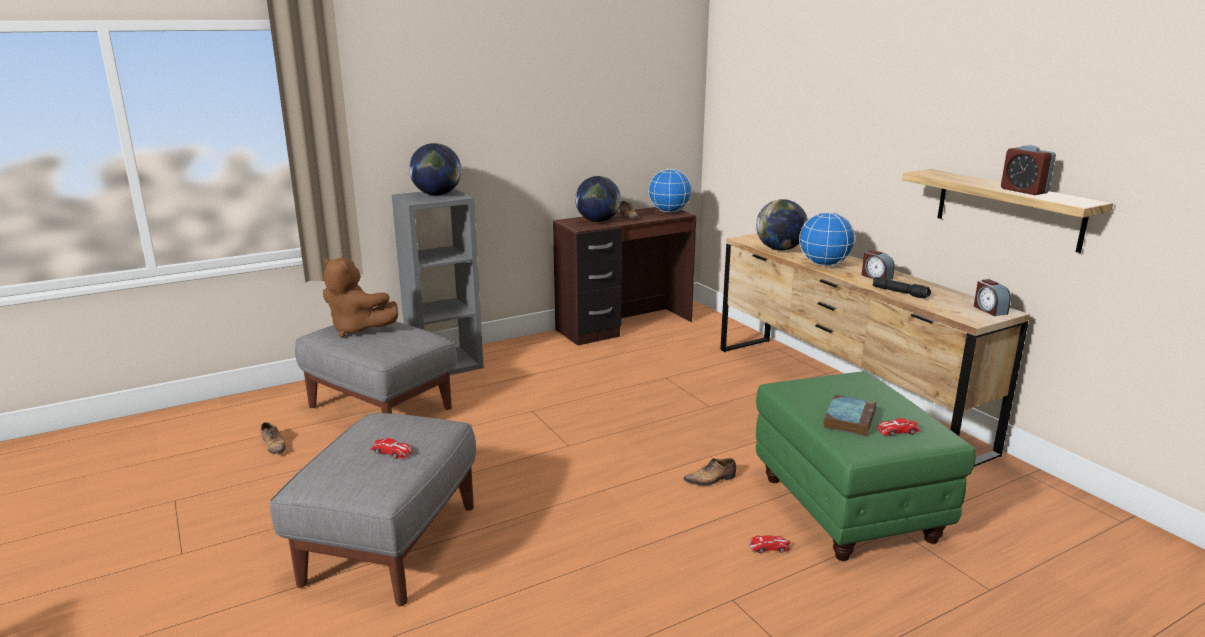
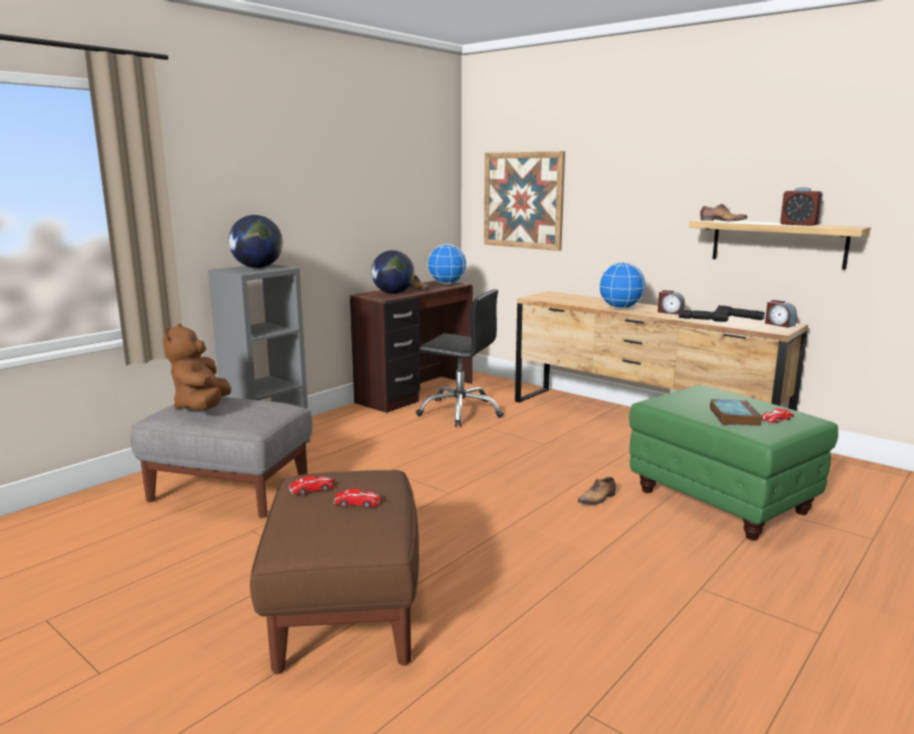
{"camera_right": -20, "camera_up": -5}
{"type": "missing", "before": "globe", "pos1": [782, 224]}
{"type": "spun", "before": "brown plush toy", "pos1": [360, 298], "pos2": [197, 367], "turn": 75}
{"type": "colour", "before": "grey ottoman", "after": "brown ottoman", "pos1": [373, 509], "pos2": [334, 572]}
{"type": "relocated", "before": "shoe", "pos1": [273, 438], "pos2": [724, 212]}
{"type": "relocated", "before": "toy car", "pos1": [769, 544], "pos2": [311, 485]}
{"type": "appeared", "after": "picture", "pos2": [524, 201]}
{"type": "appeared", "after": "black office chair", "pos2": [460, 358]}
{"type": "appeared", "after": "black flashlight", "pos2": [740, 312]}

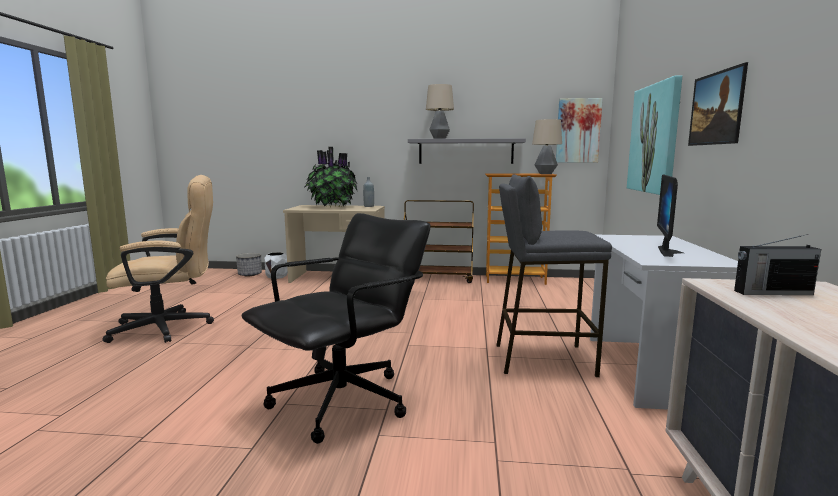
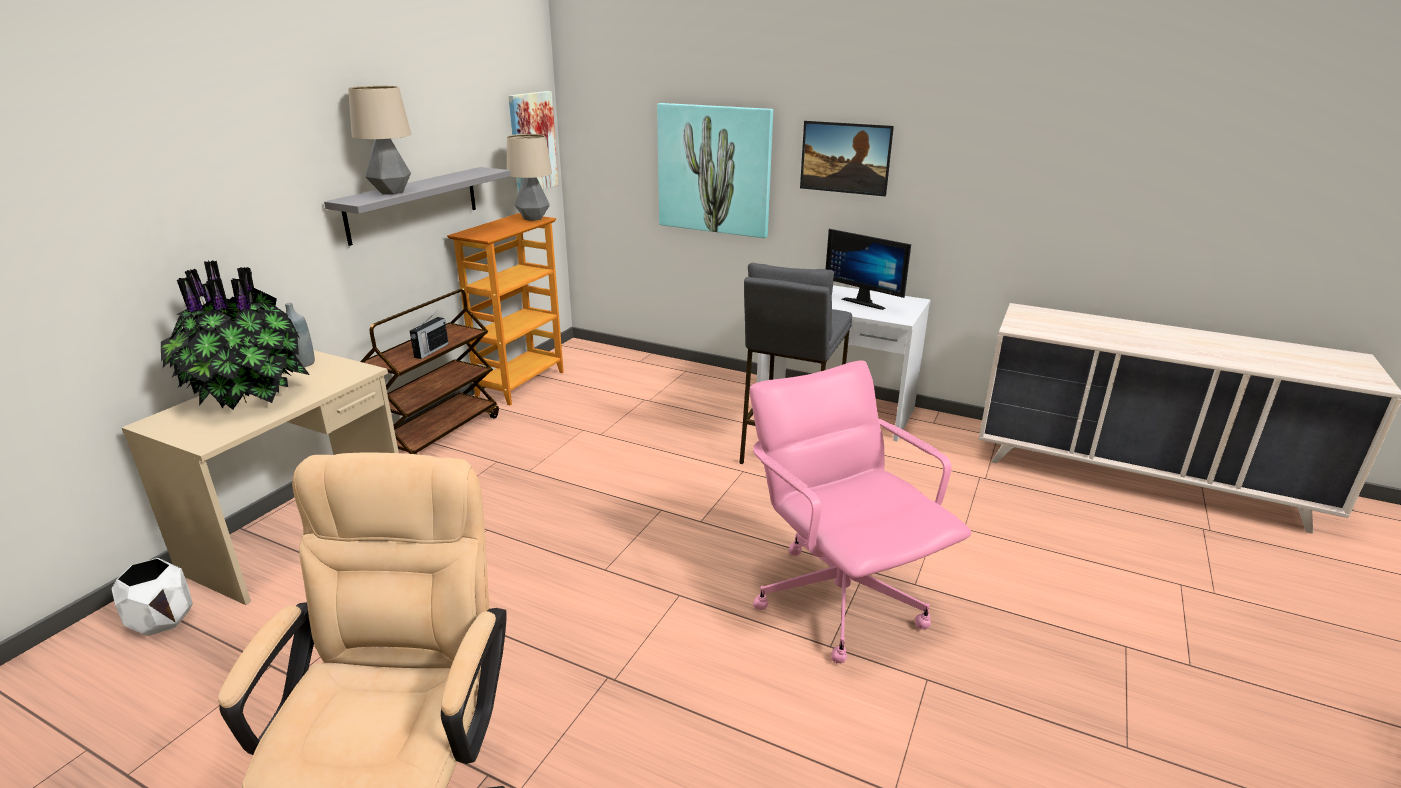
{"camera_right": -70, "camera_up": 15}
{"type": "colour", "before": "black office chair", "after": "pink office chair", "pos1": [336, 328], "pos2": [861, 511]}
{"type": "relocated", "before": "radio", "pos1": [777, 264], "pos2": [429, 336]}
{"type": "missing", "before": "planter", "pos1": [249, 264]}

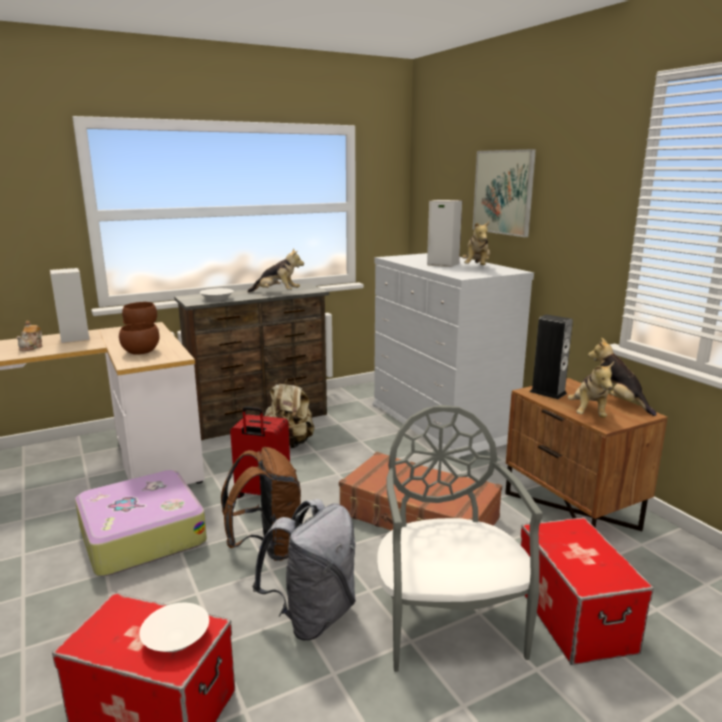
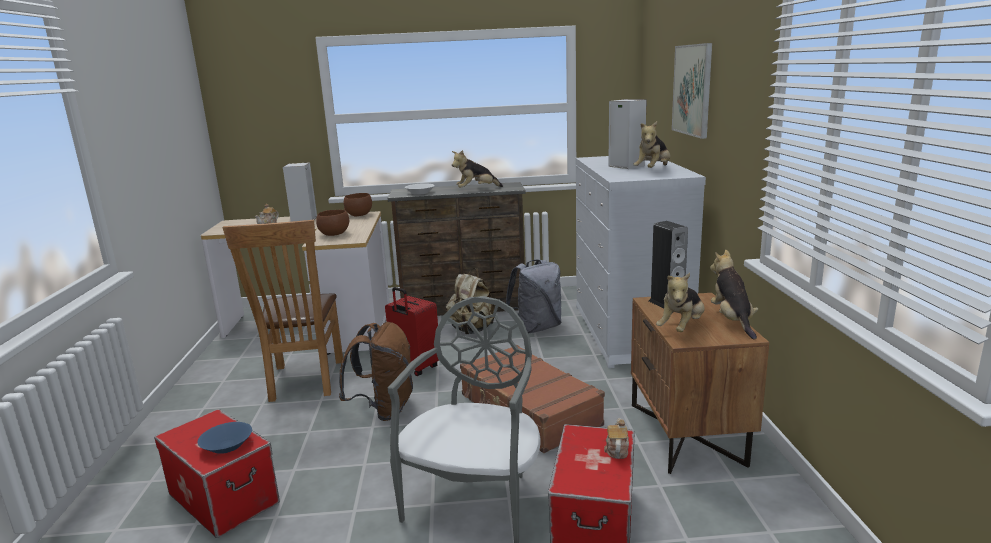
{"camera_right": 25, "camera_up": 0}
{"type": "spun", "before": "plush toy", "pos1": [275, 270], "pos2": [477, 169], "turn": 120}
{"type": "exchanged", "before": "suitcase", "after": "brown chair", "pos1": [141, 523], "pos2": [282, 311]}
{"type": "relocated", "before": "grey backpack", "pos1": [304, 569], "pos2": [534, 296]}
{"type": "colour", "before": "white bowl", "after": "blue bowl", "pos1": [174, 627], "pos2": [225, 438]}
{"type": "appeared", "after": "teapot", "pos2": [616, 438]}

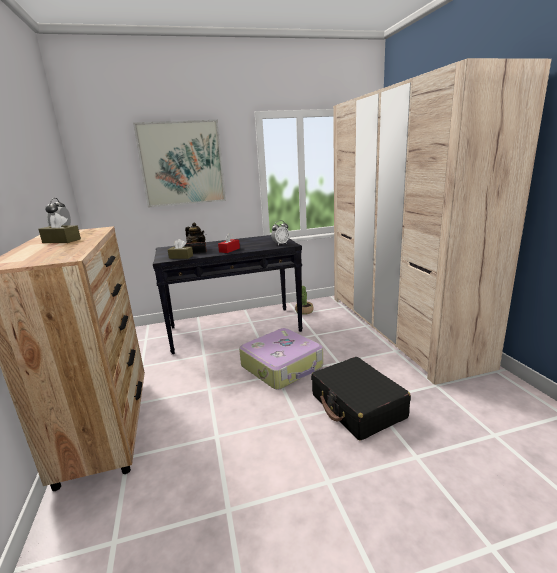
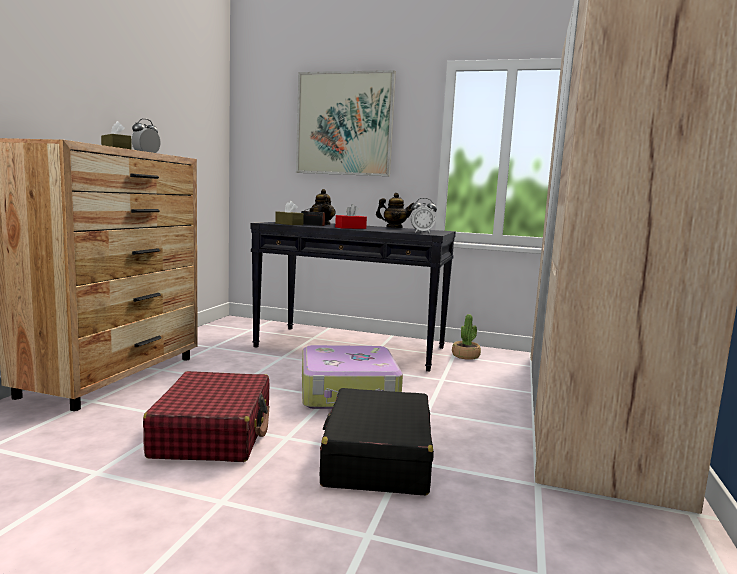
{"camera_right": 30, "camera_up": -10}
{"type": "appeared", "after": "teapot", "pos2": [394, 210]}
{"type": "appeared", "after": "red suitcase", "pos2": [206, 416]}

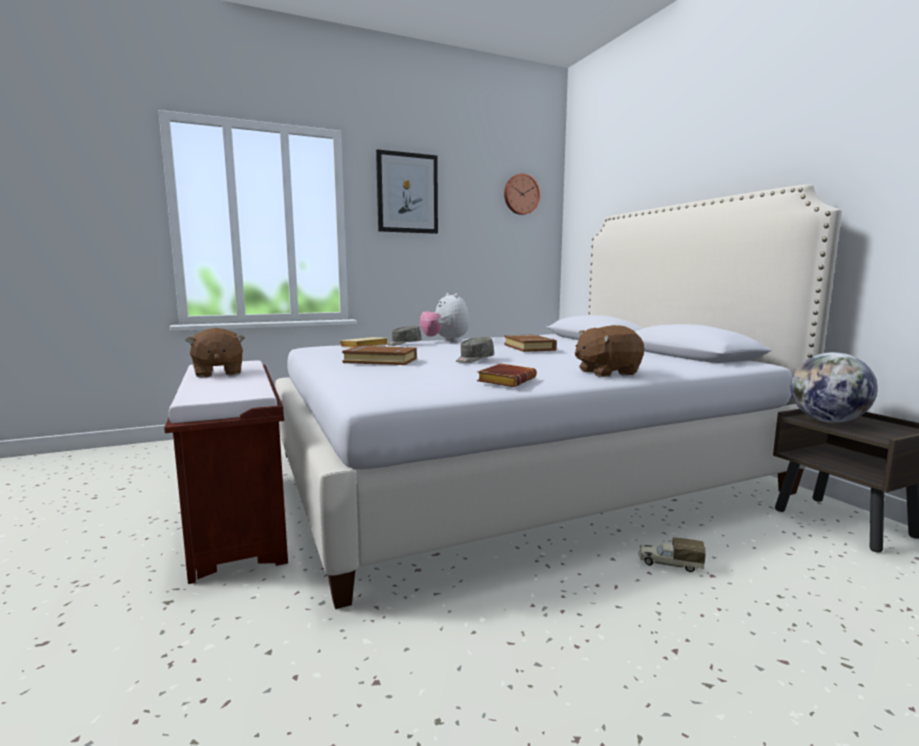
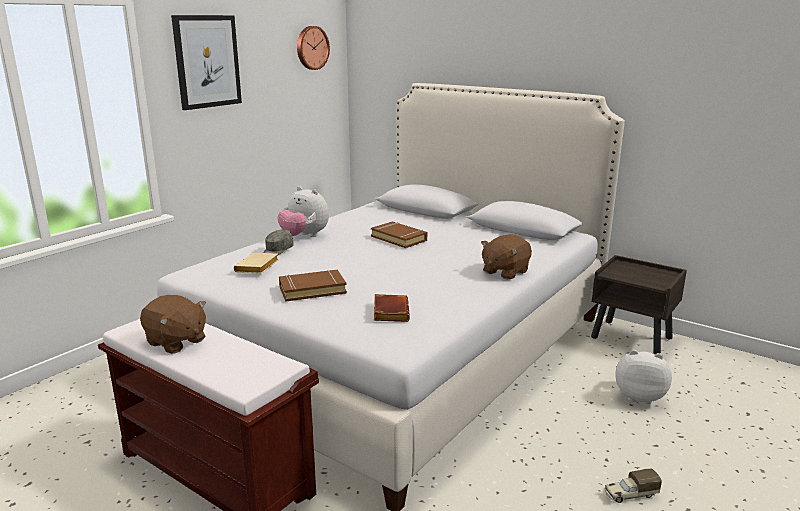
{"camera_right": -30, "camera_up": 10}
{"type": "missing", "before": "grey cap", "pos1": [475, 350]}
{"type": "missing", "before": "globe", "pos1": [834, 387]}
{"type": "relocated", "before": "brown book", "pos1": [507, 375], "pos2": [392, 308]}
{"type": "relocated", "before": "toy truck", "pos1": [672, 554], "pos2": [633, 486]}
{"type": "appeared", "after": "plush toy", "pos2": [643, 377]}

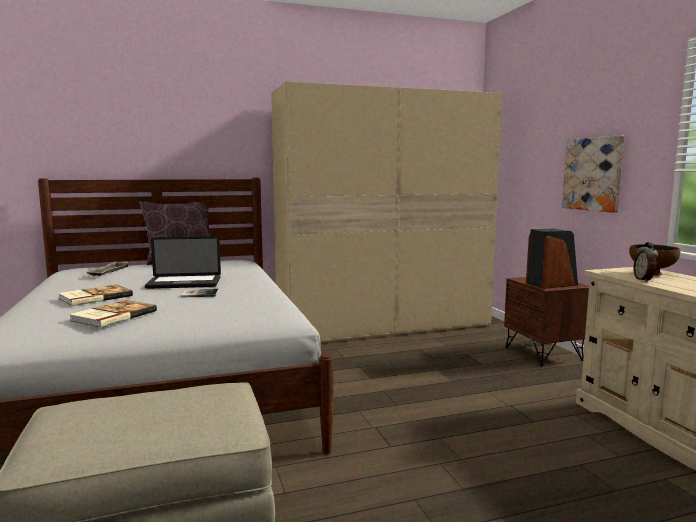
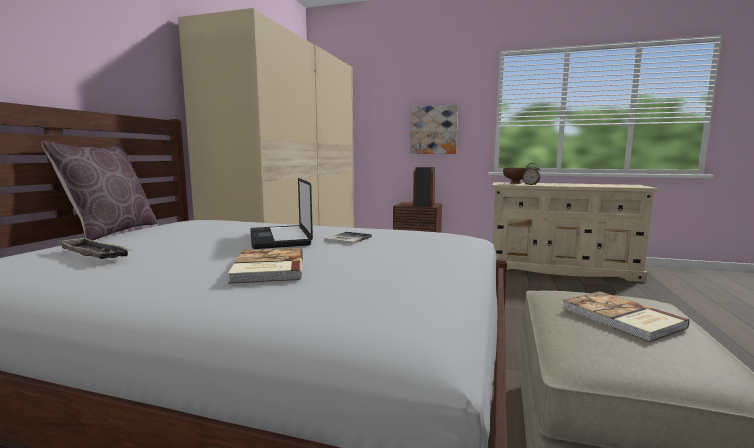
{"camera_right": -55, "camera_up": 0}
{"type": "spun", "before": "laptop", "pos1": [183, 262], "pos2": [281, 213], "turn": 135}
{"type": "relocated", "before": "book", "pos1": [113, 314], "pos2": [626, 316]}

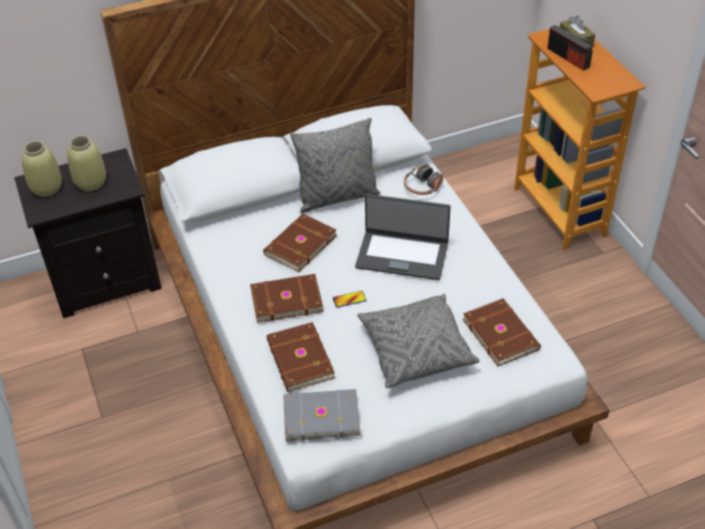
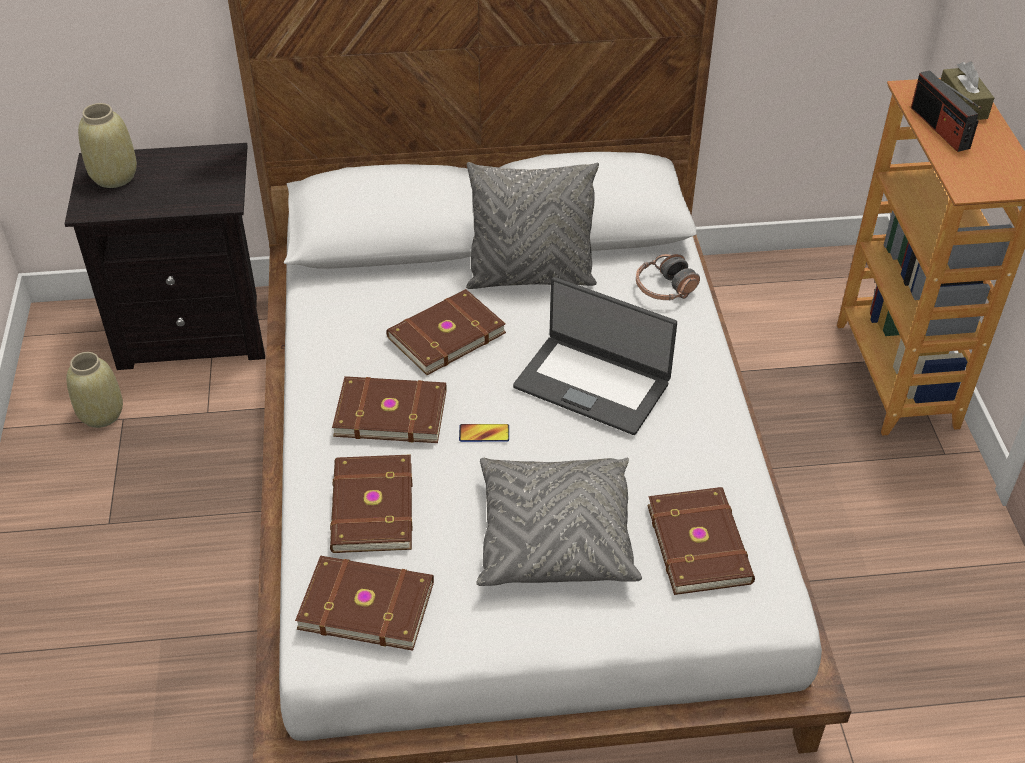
{"camera_right": 15, "camera_up": 0}
{"type": "relocated", "before": "beige vase", "pos1": [86, 163], "pos2": [94, 390]}
{"type": "colour", "before": "grey book", "after": "brown book", "pos1": [321, 415], "pos2": [364, 603]}

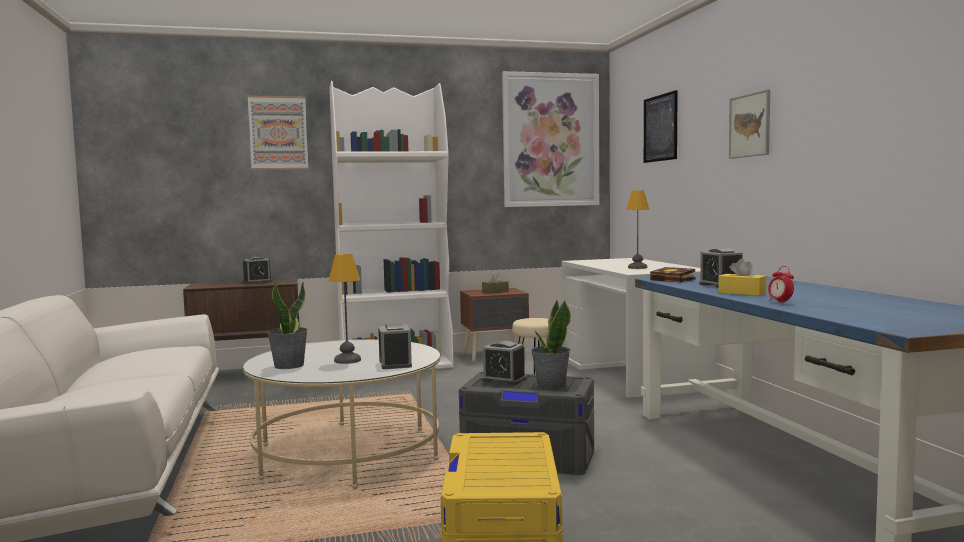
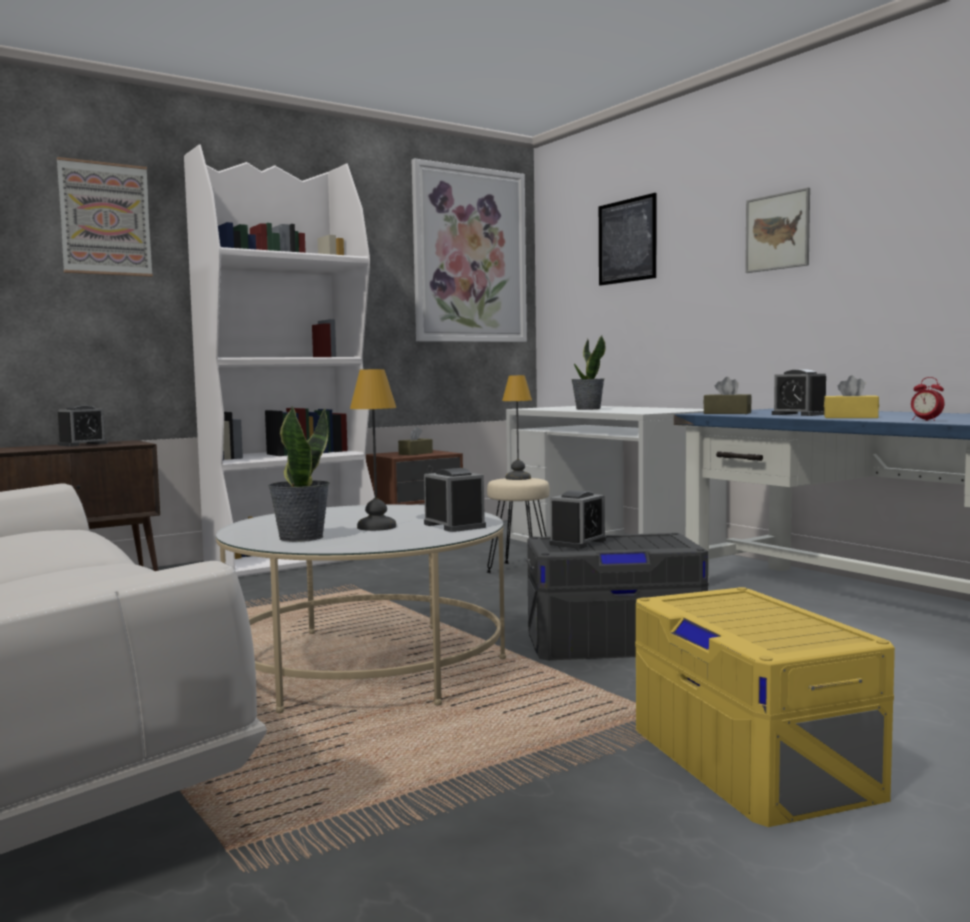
{"camera_right": -20, "camera_up": 0}
{"type": "relocated", "before": "table lamp", "pos1": [637, 229], "pos2": [517, 427]}
{"type": "exchanged", "before": "book", "after": "brown tissue box", "pos1": [672, 275], "pos2": [728, 395]}
{"type": "relocated", "before": "potted plant", "pos1": [551, 344], "pos2": [588, 372]}
{"type": "spun", "before": "alarm clock", "pos1": [503, 363], "pos2": [577, 519], "turn": -60}

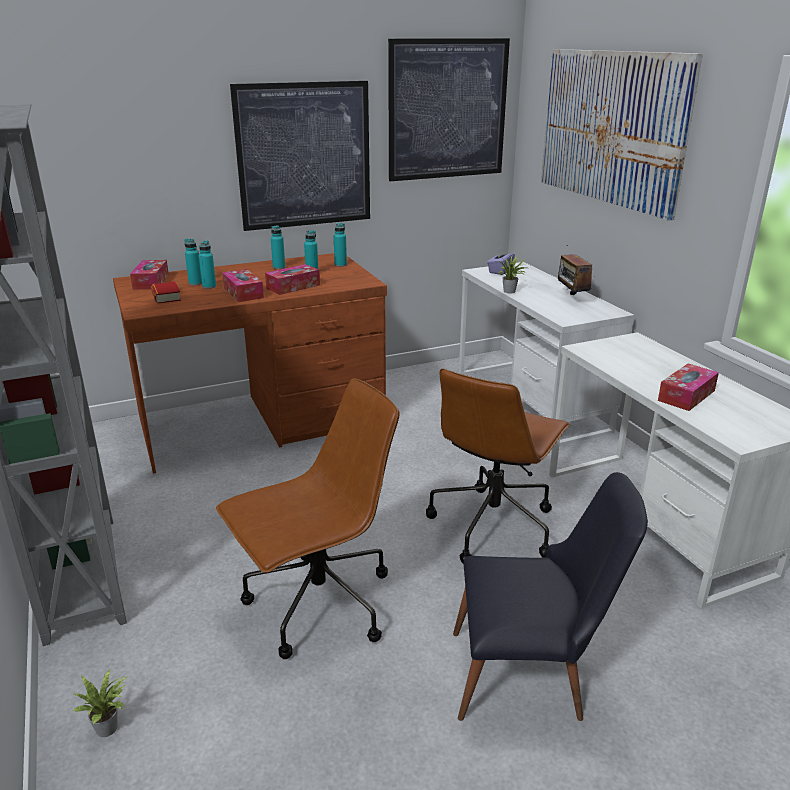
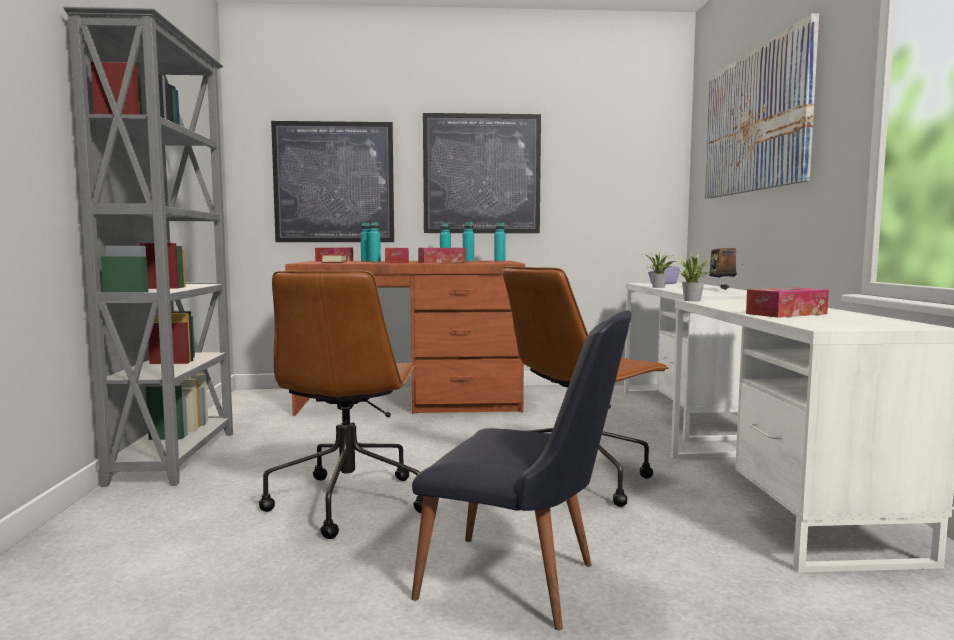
{"camera_right": 20, "camera_up": -20}
{"type": "relocated", "before": "picture", "pos1": [449, 109], "pos2": [332, 181]}
{"type": "spun", "before": "brown office chair", "pos1": [308, 519], "pos2": [341, 404], "turn": 105}
{"type": "relocated", "before": "potted plant", "pos1": [100, 703], "pos2": [695, 277]}

